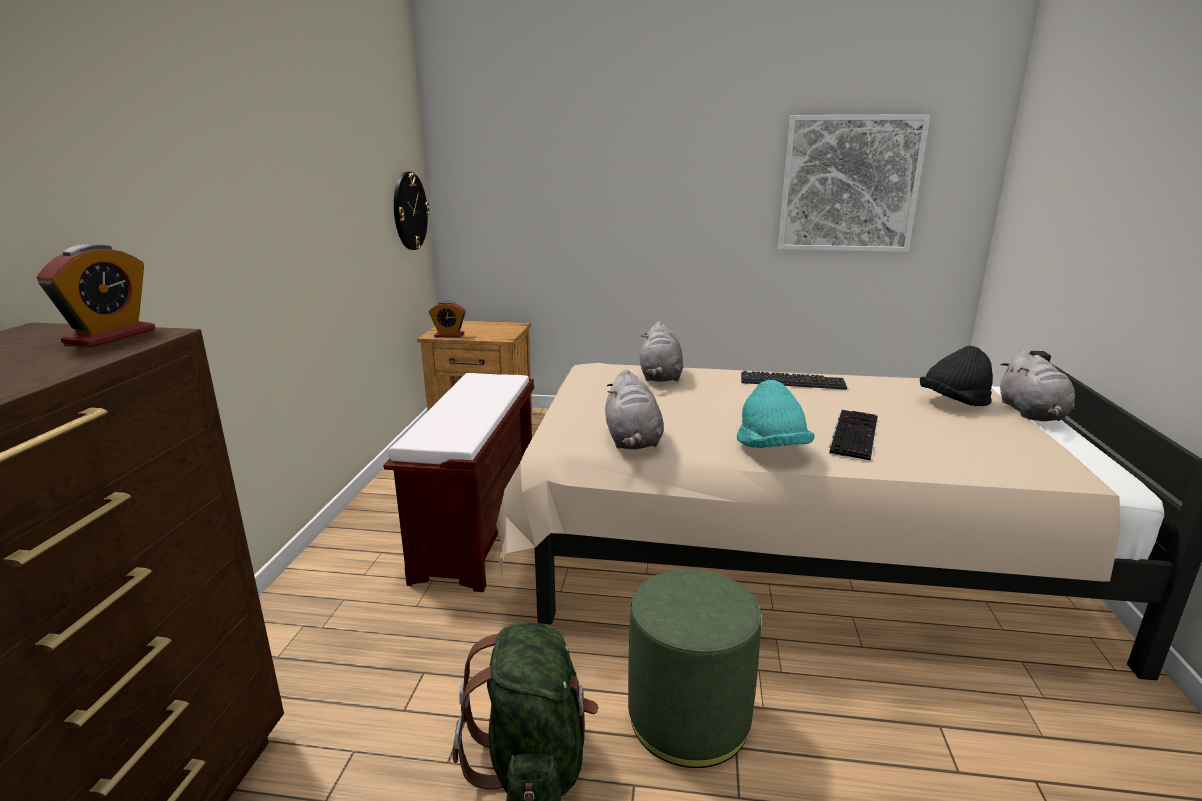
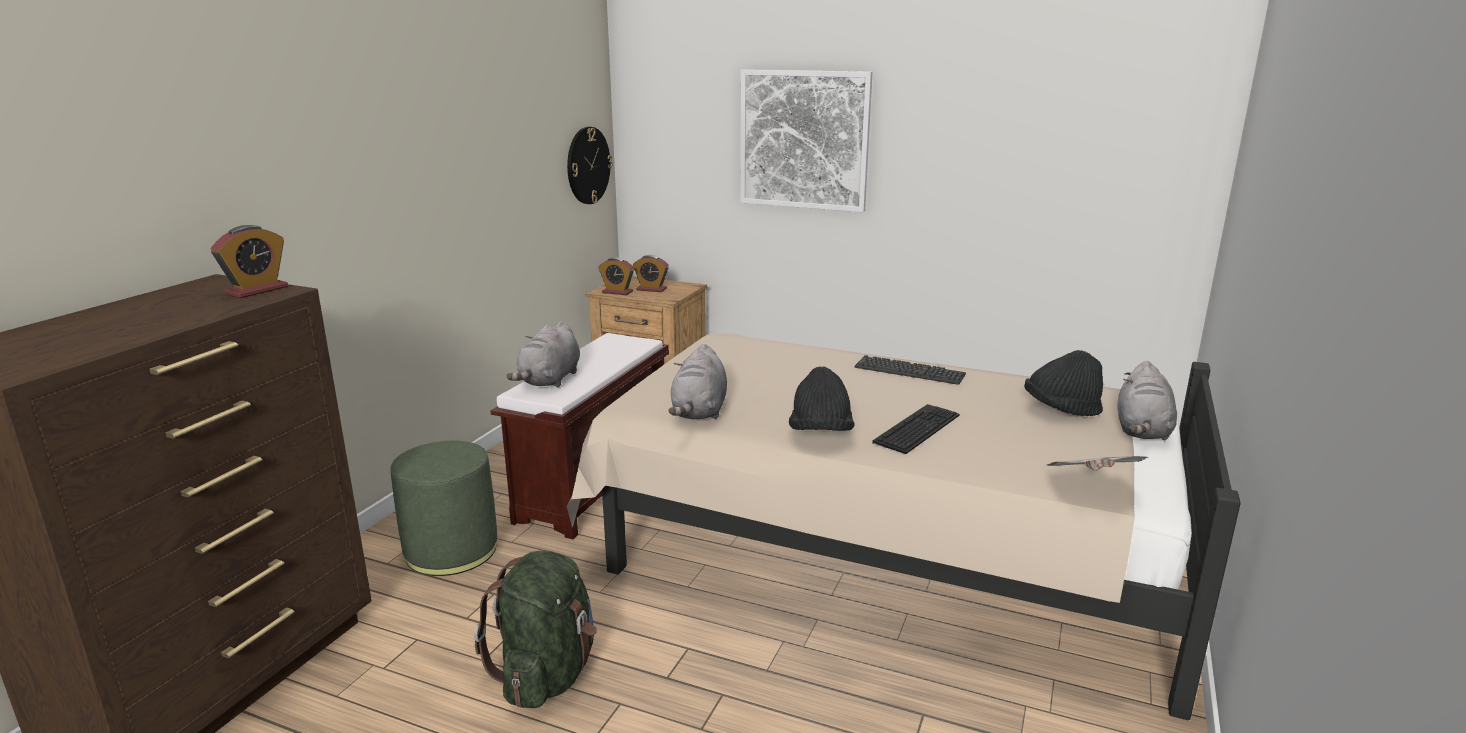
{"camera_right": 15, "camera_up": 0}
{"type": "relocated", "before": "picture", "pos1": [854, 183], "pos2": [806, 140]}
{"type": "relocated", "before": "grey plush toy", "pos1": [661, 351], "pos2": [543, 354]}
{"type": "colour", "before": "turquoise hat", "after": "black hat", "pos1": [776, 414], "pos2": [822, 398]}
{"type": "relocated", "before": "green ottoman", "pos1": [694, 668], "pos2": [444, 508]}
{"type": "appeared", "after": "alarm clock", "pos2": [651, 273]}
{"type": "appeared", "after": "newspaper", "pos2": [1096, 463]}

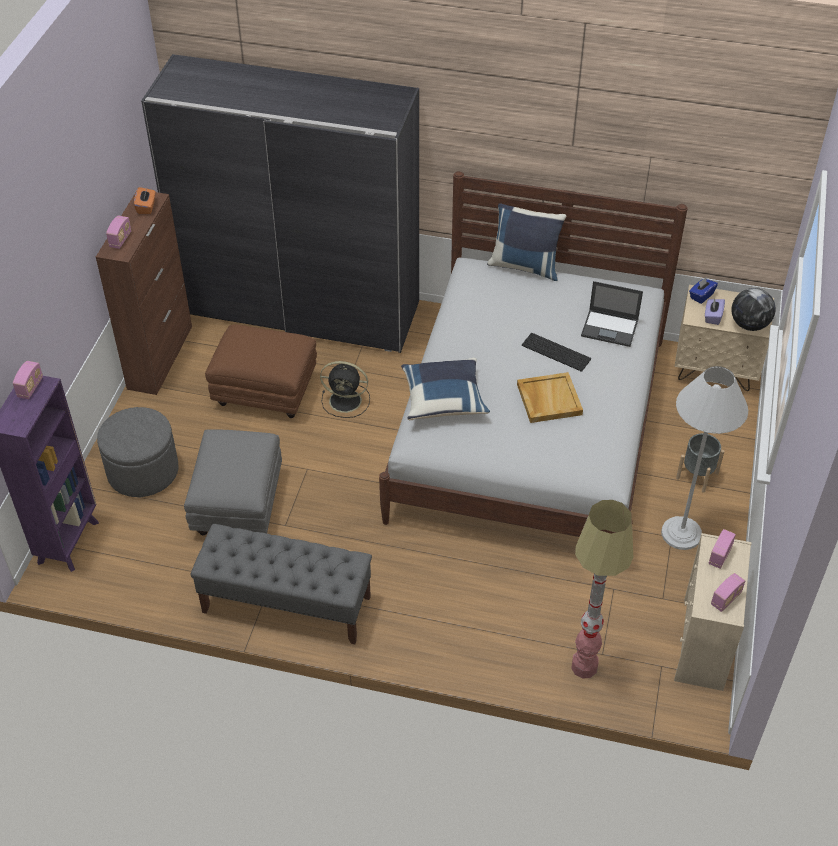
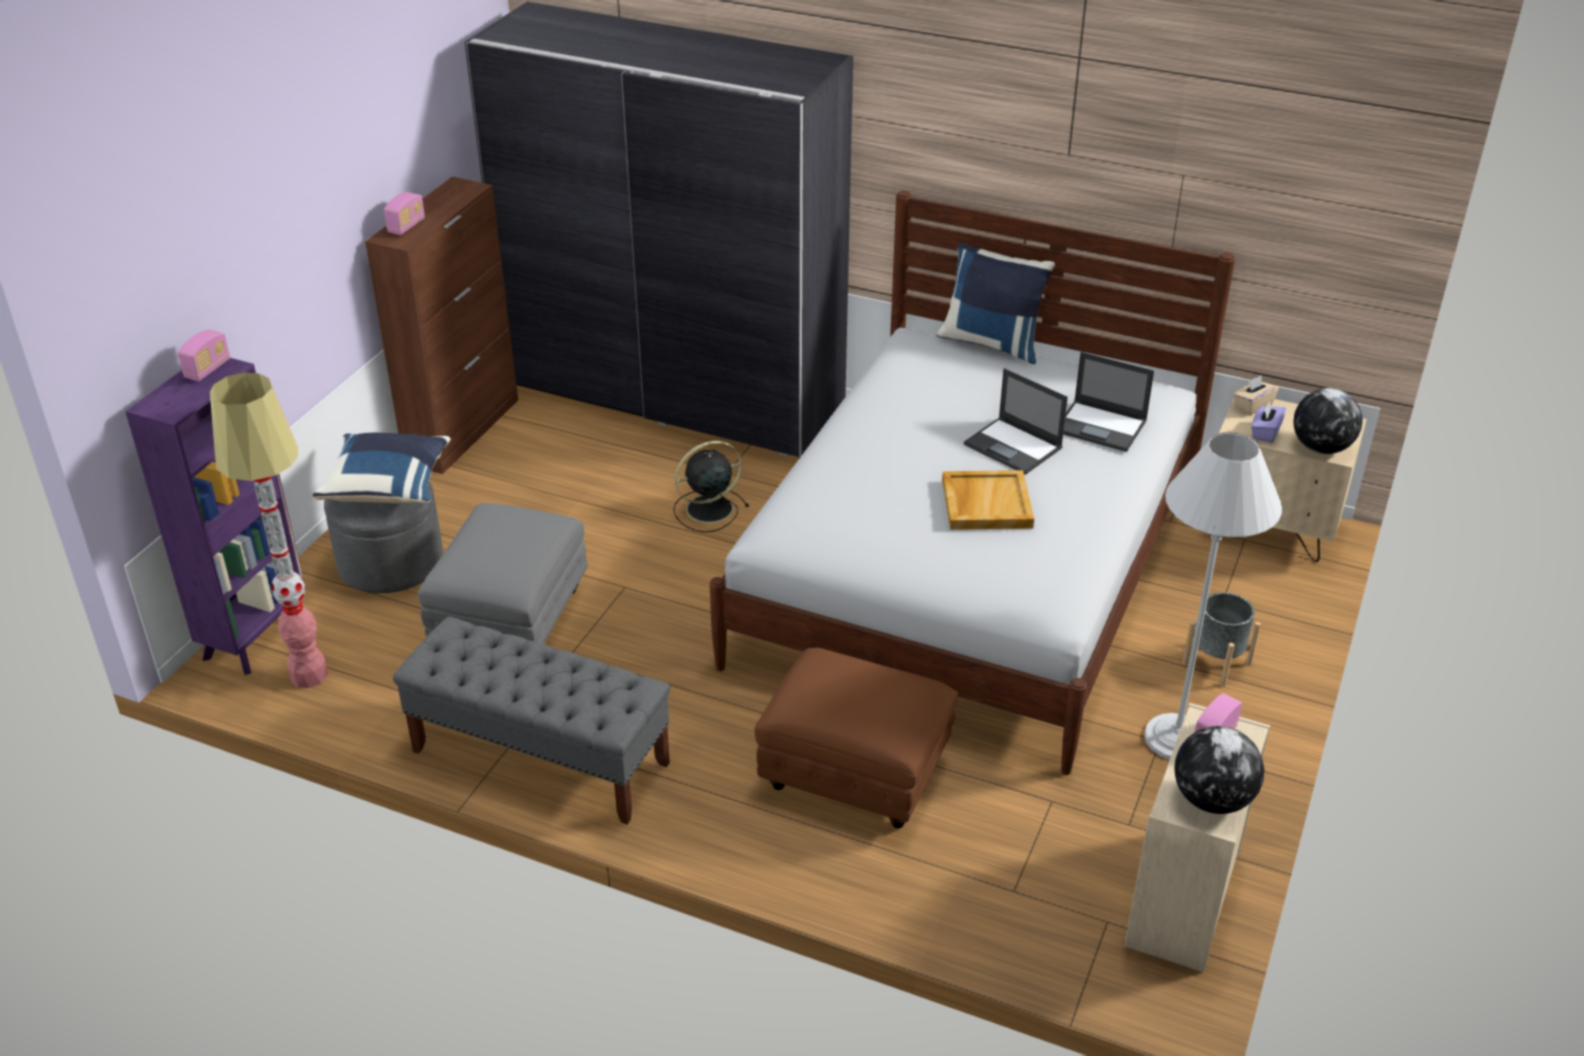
{"camera_right": 10, "camera_up": -10}
{"type": "missing", "before": "orange tissue box", "pos1": [144, 200]}
{"type": "colour", "before": "blue tissue box", "after": "beige tissue box", "pos1": [703, 290], "pos2": [1256, 395]}
{"type": "relocated", "before": "brown ottoman", "pos1": [261, 371], "pos2": [856, 738]}
{"type": "exchanged", "before": "keyboard", "after": "laptop", "pos1": [556, 352], "pos2": [1016, 421]}
{"type": "relocated", "before": "blue pillow", "pos1": [445, 389], "pos2": [382, 468]}
{"type": "spun", "before": "black fan", "pos1": [345, 389], "pos2": [711, 486], "turn": 135}
{"type": "relocated", "before": "floor lamp", "pos1": [602, 589], "pos2": [269, 530]}
{"type": "exchanged", "before": "radio", "after": "globe", "pos1": [728, 592], "pos2": [1219, 770]}

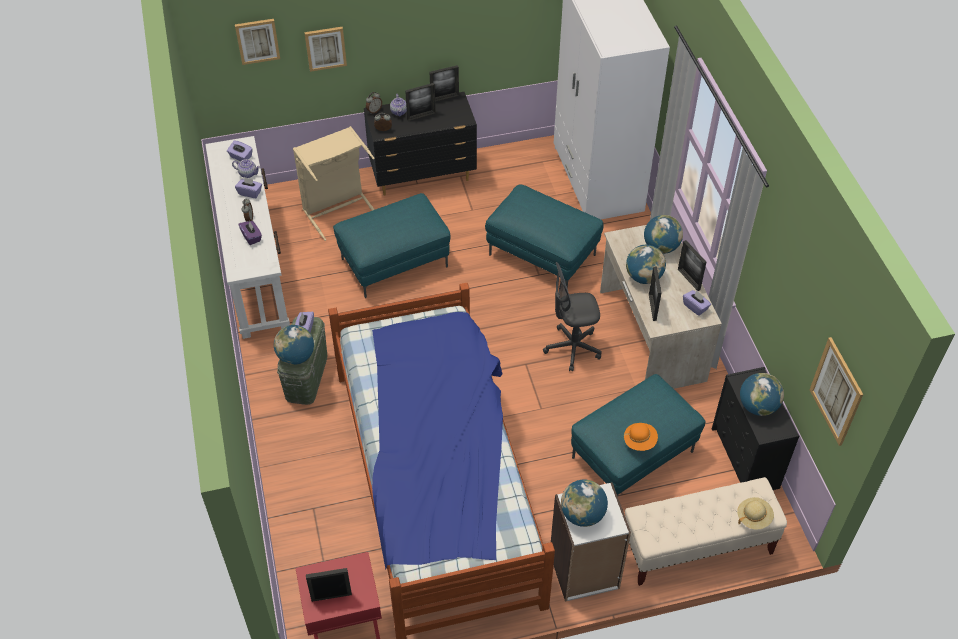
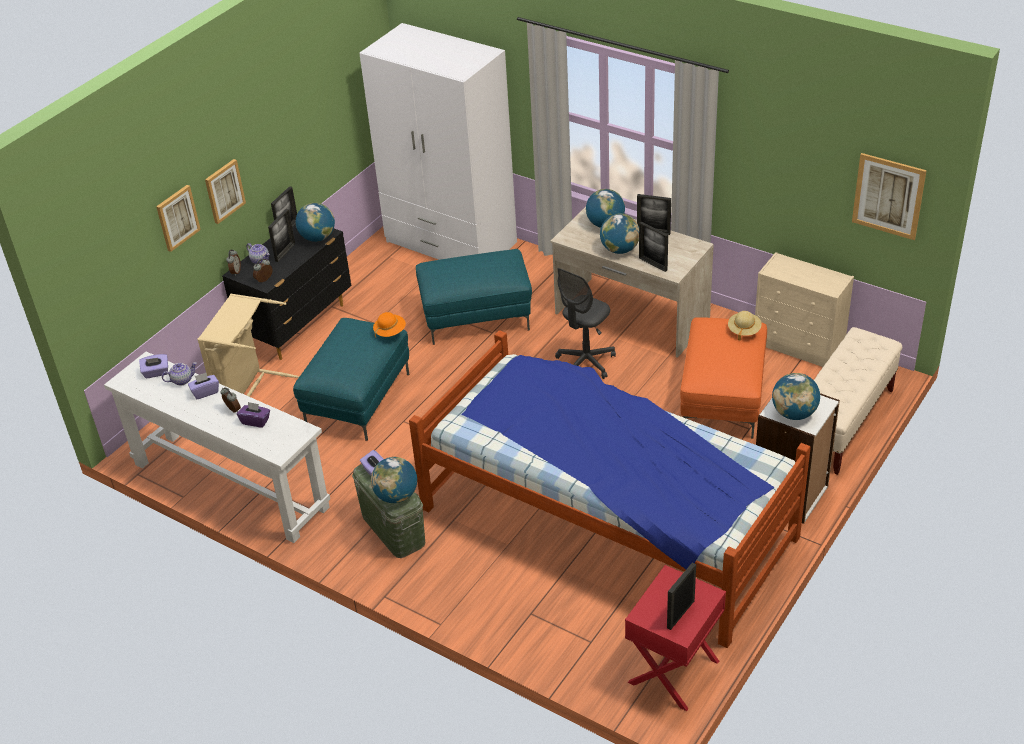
{"camera_right": -40, "camera_up": -10}
{"type": "relocated", "before": "picture", "pos1": [257, 42], "pos2": [225, 191]}
{"type": "missing", "before": "purple tissue box", "pos1": [697, 303]}
{"type": "colour", "before": "black dresser", "after": "beige dresser", "pos1": [755, 428], "pos2": [804, 309]}
{"type": "relocated", "before": "globe", "pos1": [762, 394], "pos2": [315, 222]}
{"type": "colour", "before": "turquoise ottoman", "after": "orange ottoman", "pos1": [638, 435], "pos2": [723, 377]}
{"type": "relocated", "before": "orange hat", "pos1": [641, 437], "pos2": [389, 324]}
{"type": "relocated", "before": "beige hat", "pos1": [755, 513], "pos2": [745, 326]}

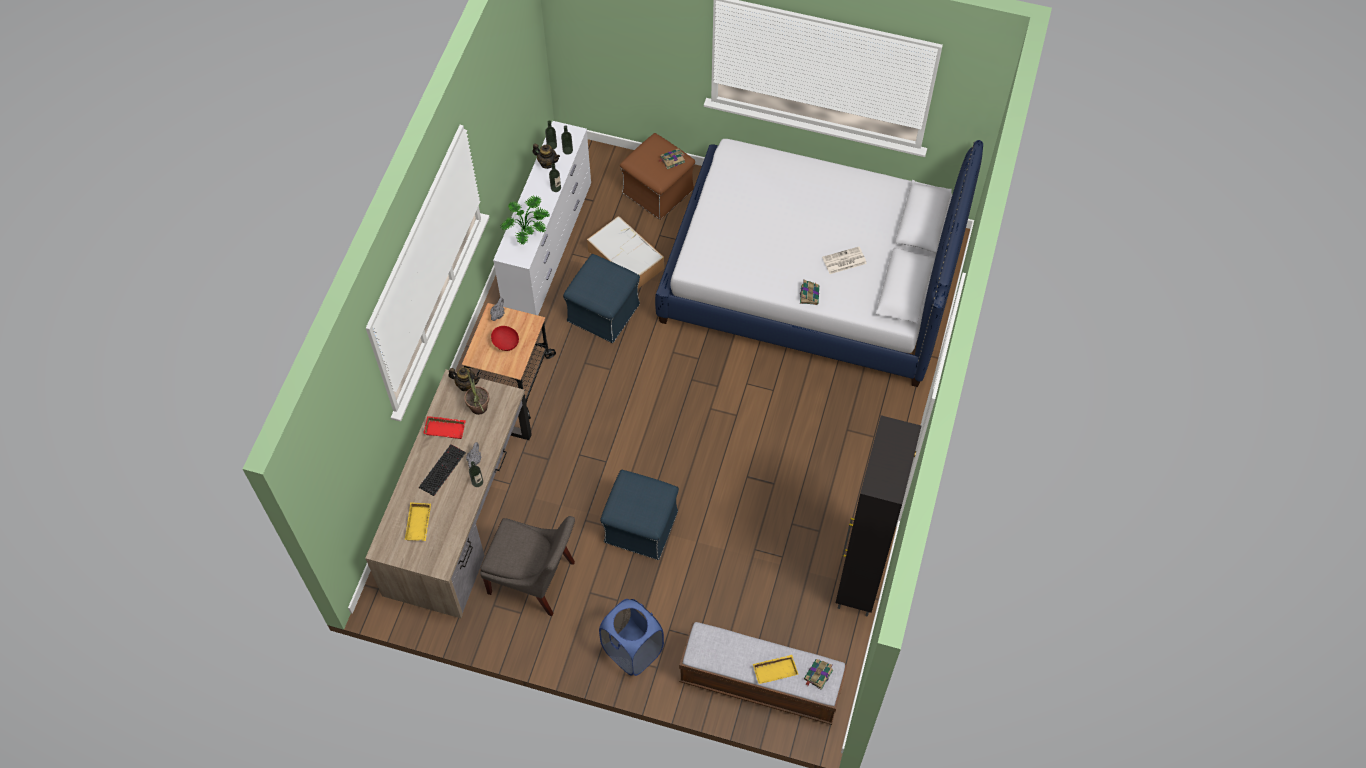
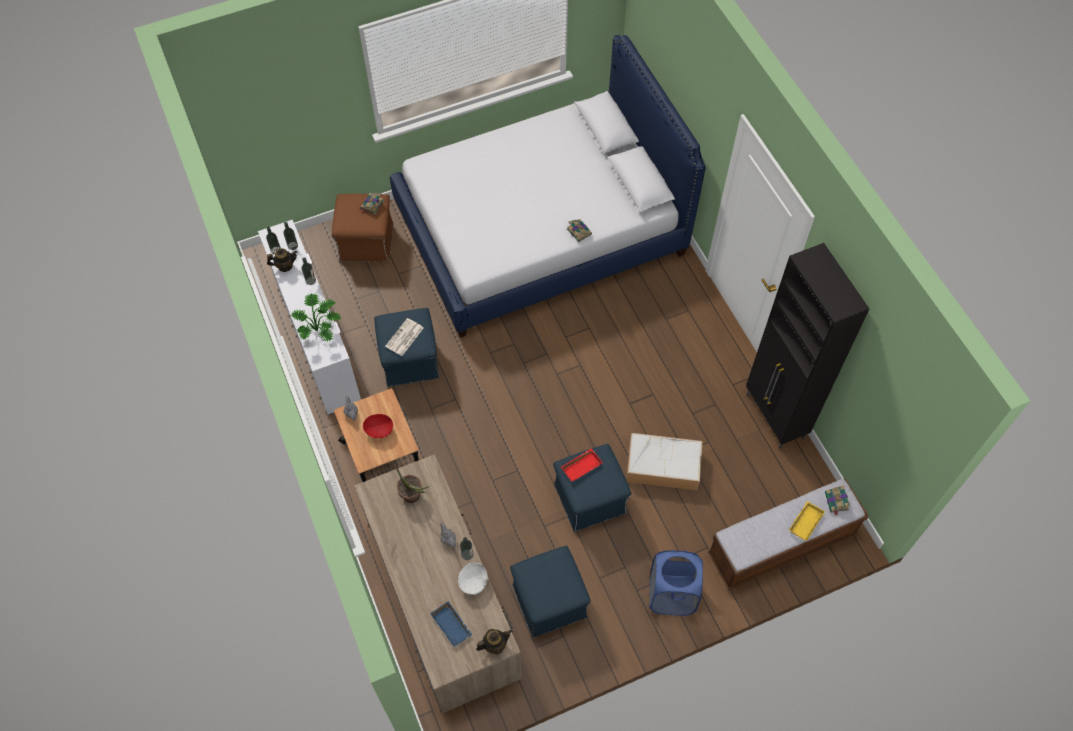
{"camera_right": -40, "camera_up": 0}
{"type": "relocated", "before": "storage box", "pos1": [625, 252], "pos2": [664, 461]}
{"type": "relocated", "before": "newspaper", "pos1": [844, 260], "pos2": [404, 337]}
{"type": "relocated", "before": "teapot", "pos1": [464, 379], "pos2": [494, 641]}
{"type": "relocated", "before": "red tray", "pos1": [444, 427], "pos2": [582, 464]}
{"type": "missing", "before": "keyboard", "pos1": [442, 470]}
{"type": "colour", "before": "yellow tray", "after": "blue tray", "pos1": [418, 521], "pos2": [451, 624]}
{"type": "exchanged", "before": "grey chair", "after": "blue ottoman", "pos1": [527, 566], "pos2": [550, 592]}
{"type": "appeared", "after": "white bowl", "pos2": [473, 578]}

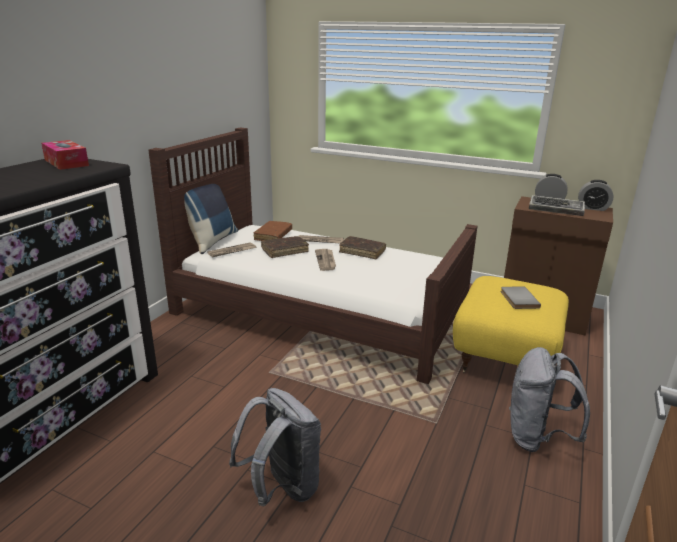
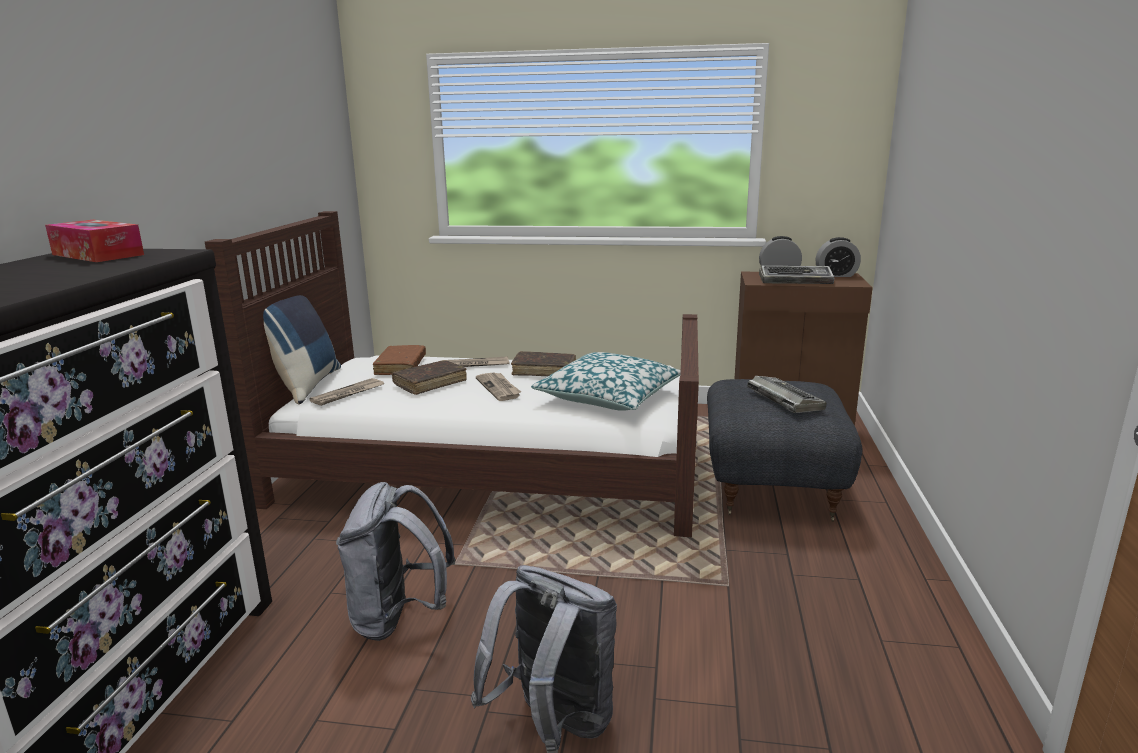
{"camera_right": -15, "camera_up": -5}
{"type": "colour", "before": "yellow ottoman", "after": "grey ottoman", "pos1": [511, 324], "pos2": [784, 450]}
{"type": "exchanged", "before": "grey book", "after": "keyboard", "pos1": [521, 297], "pos2": [787, 394]}
{"type": "relocated", "before": "grey backpack", "pos1": [549, 399], "pos2": [396, 561]}
{"type": "appeared", "after": "pillow", "pos2": [606, 381]}

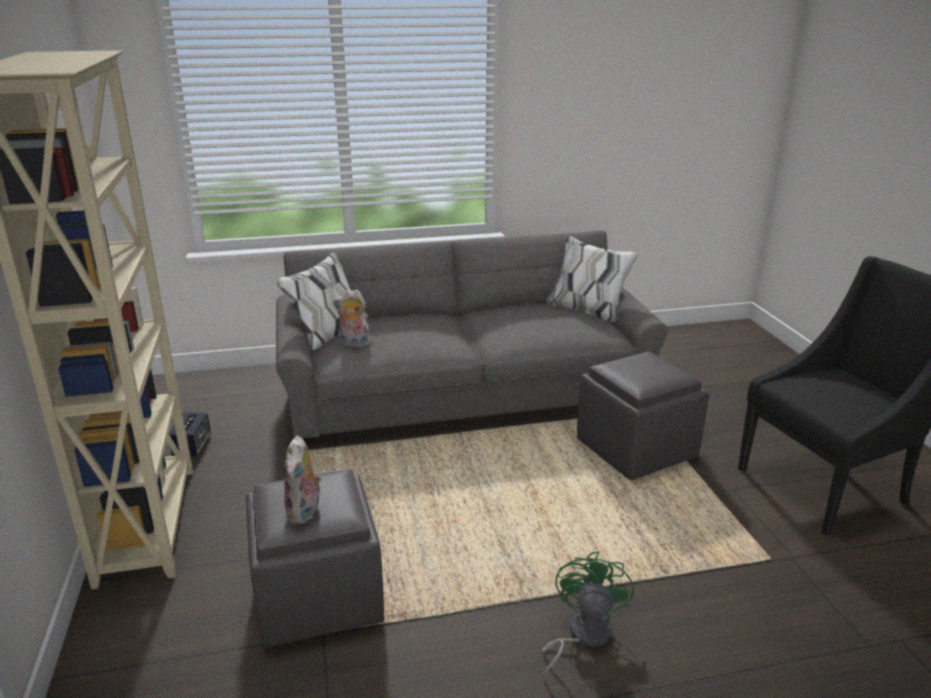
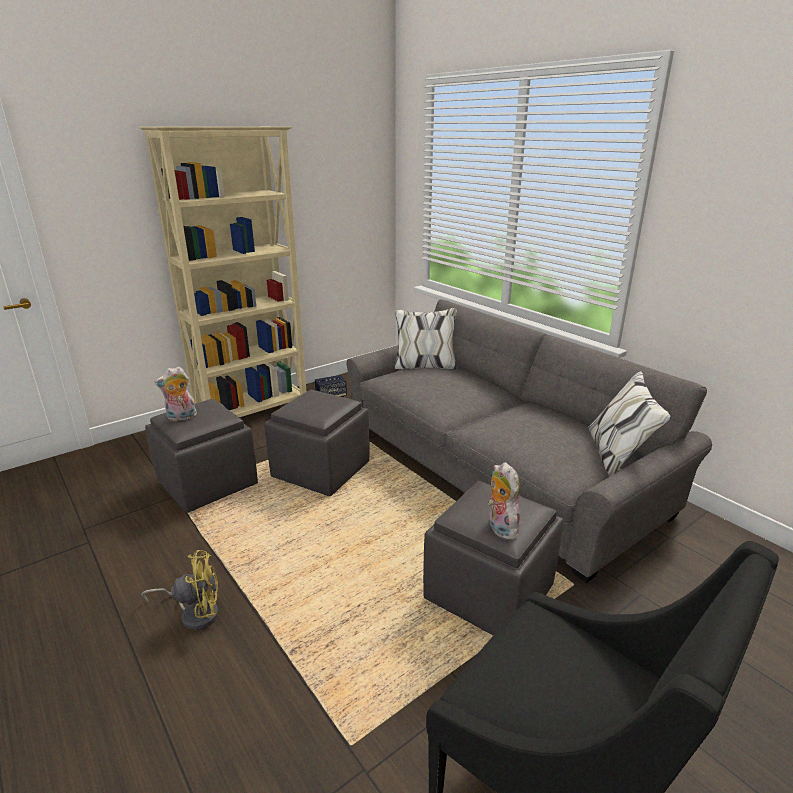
{"camera_right": 65, "camera_up": 0}
{"type": "relocated", "before": "plush toy", "pos1": [352, 318], "pos2": [504, 501]}
{"type": "colour", "before": "green fan", "after": "yellow fan", "pos1": [588, 613], "pos2": [179, 590]}
{"type": "appeared", "after": "grey ottoman", "pos2": [316, 443]}

